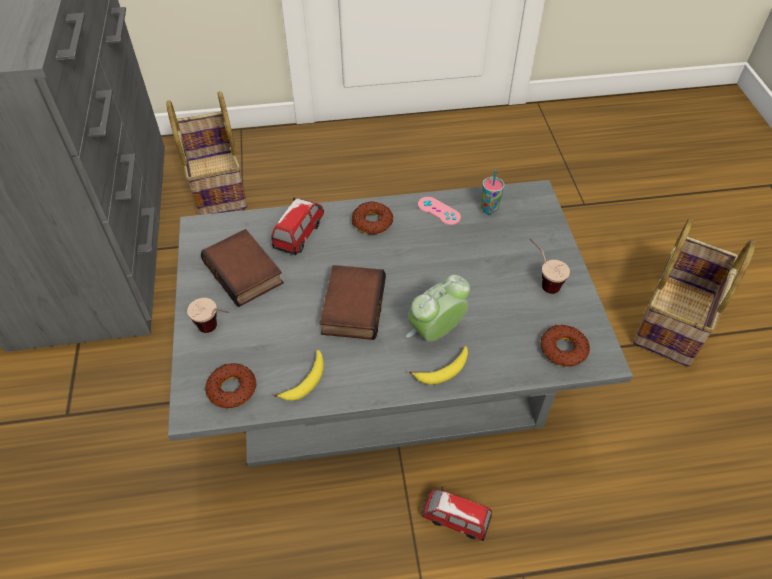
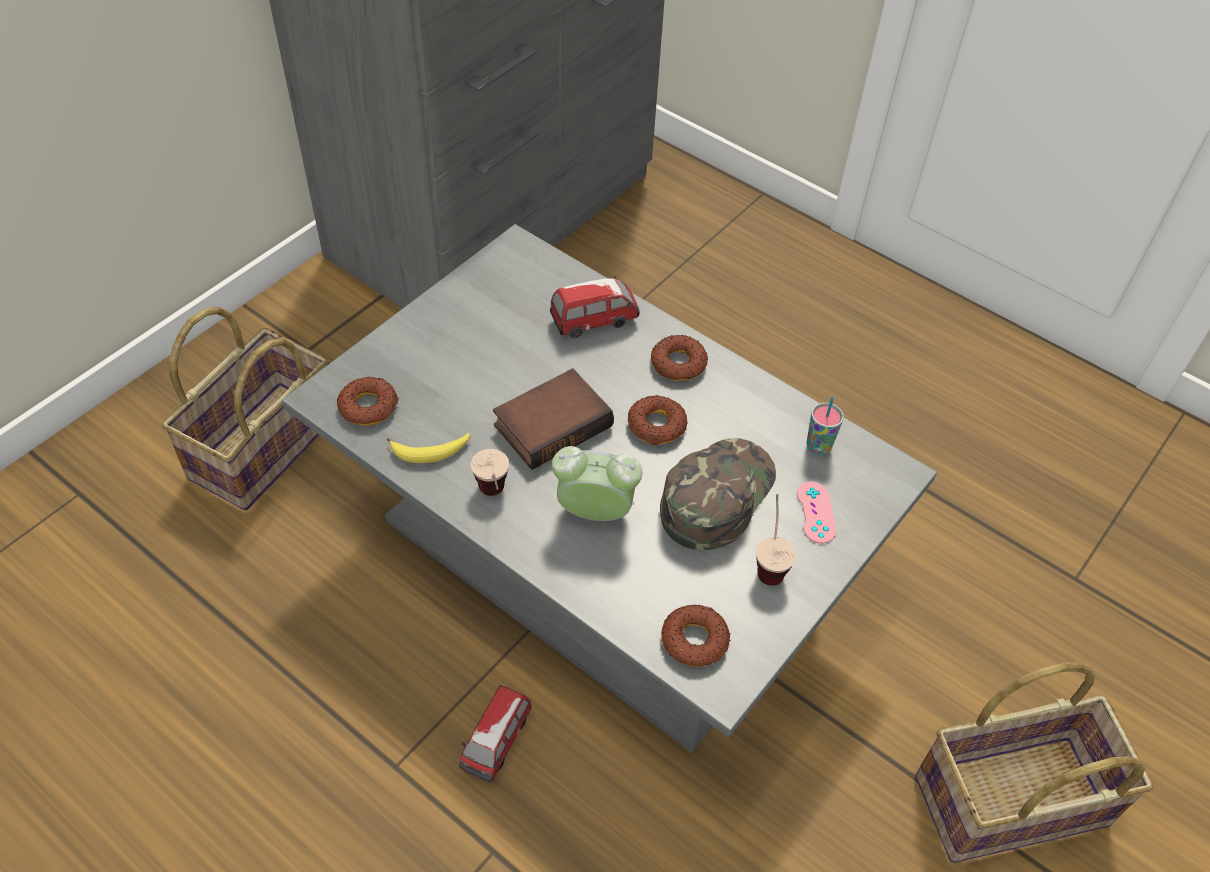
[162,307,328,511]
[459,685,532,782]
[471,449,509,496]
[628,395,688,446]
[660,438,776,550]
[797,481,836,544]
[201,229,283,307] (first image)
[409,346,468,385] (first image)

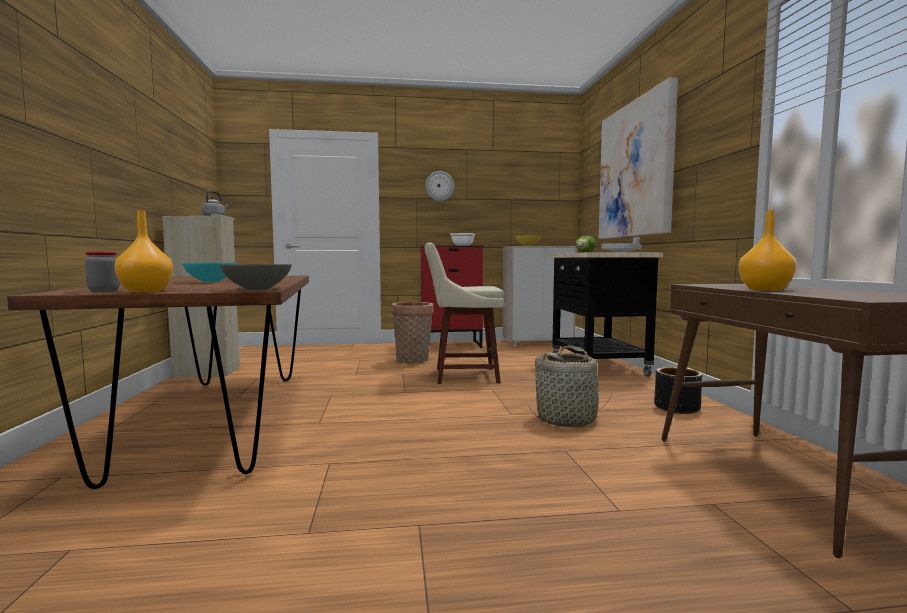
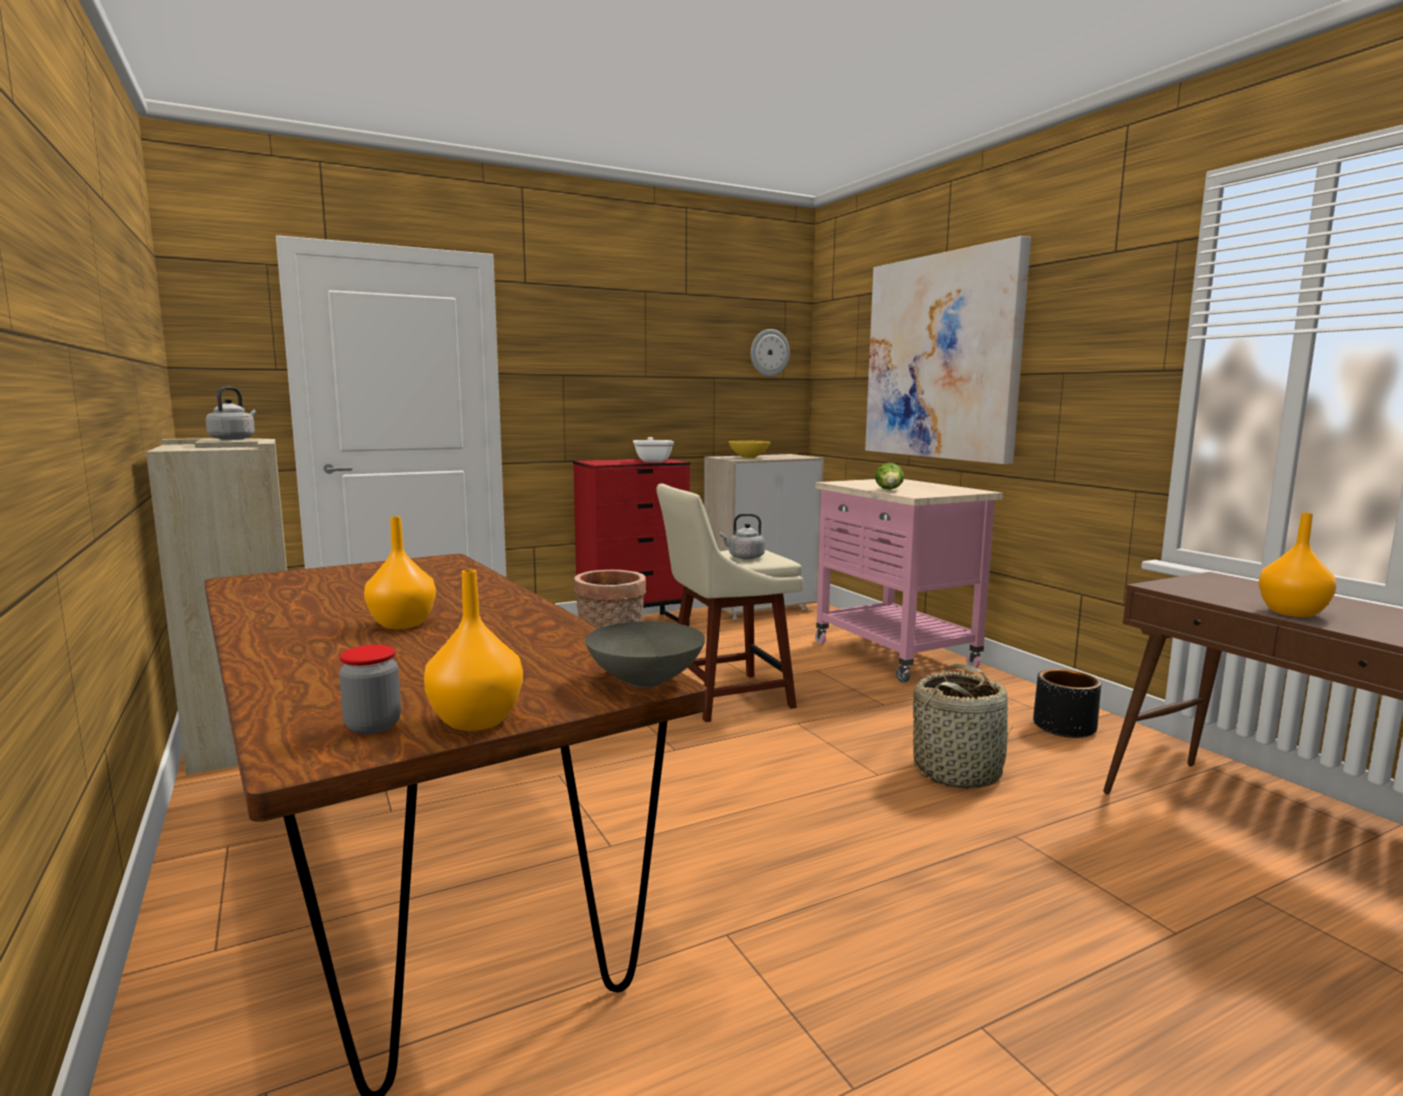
[364,517,436,629]
[720,513,765,559]
[751,329,790,376]
[815,479,1003,682]
[602,237,642,253] (first image)

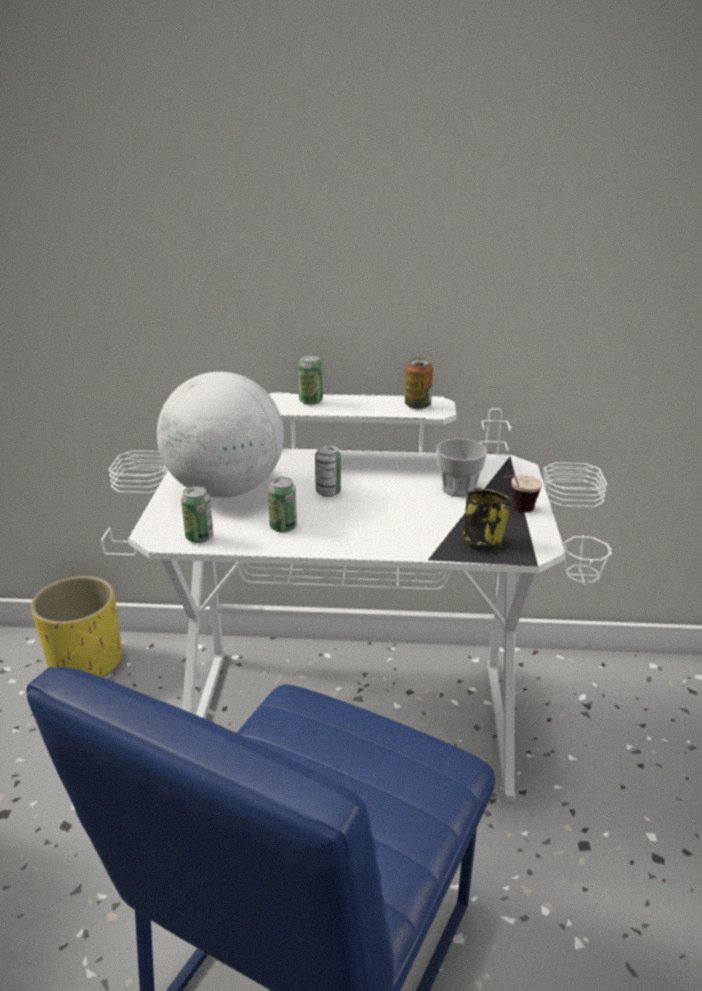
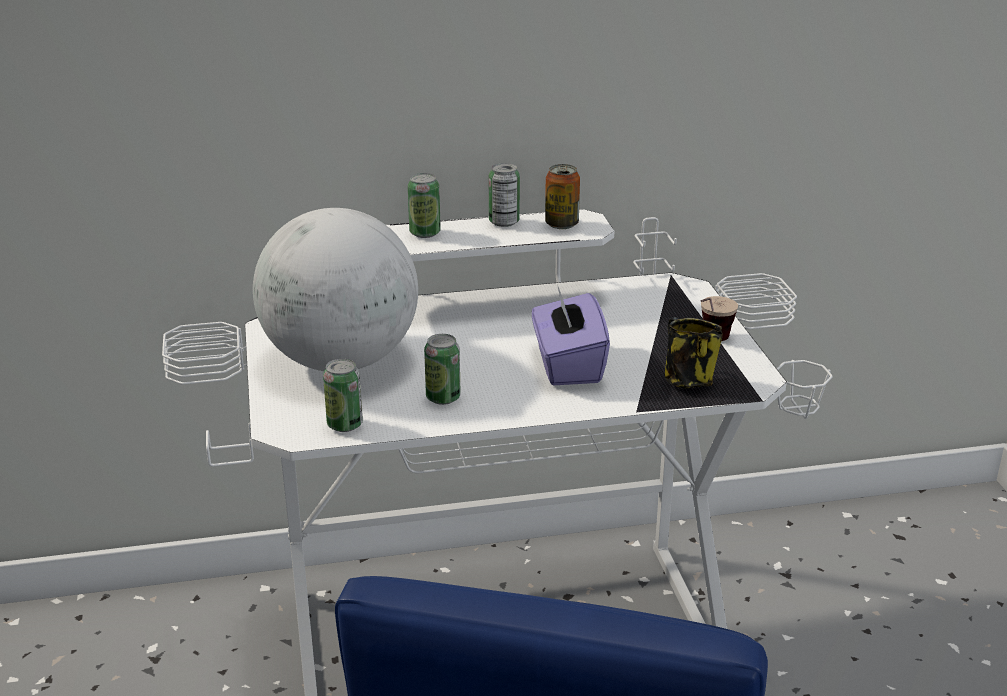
[489,163,520,227]
[532,284,610,386]
[31,576,122,677] (first image)
[436,439,487,497] (first image)

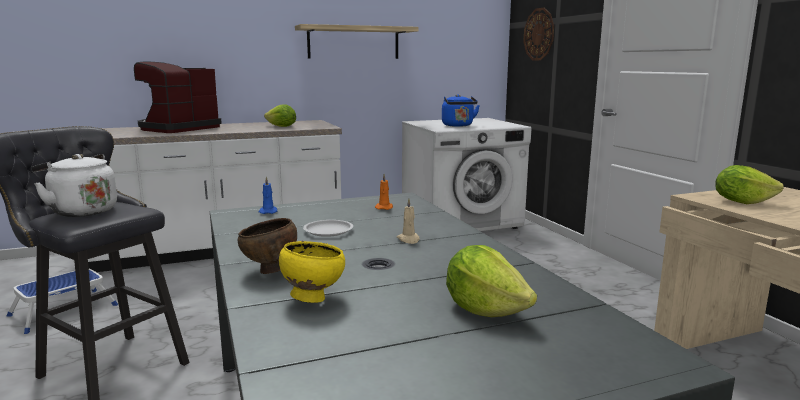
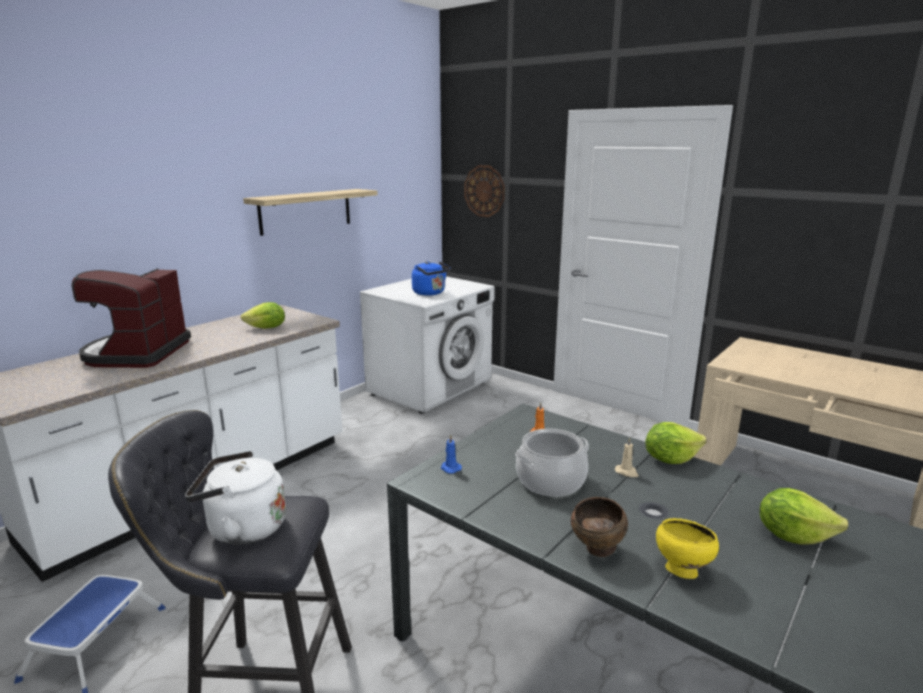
[515,428,589,497]
[645,422,706,464]

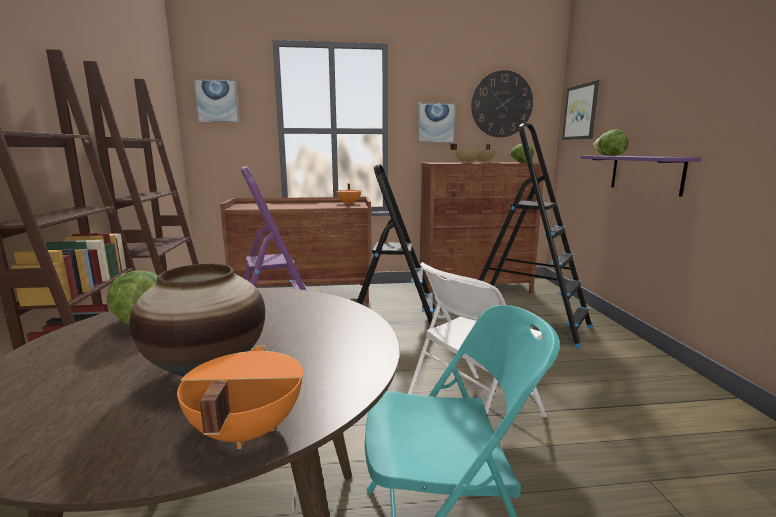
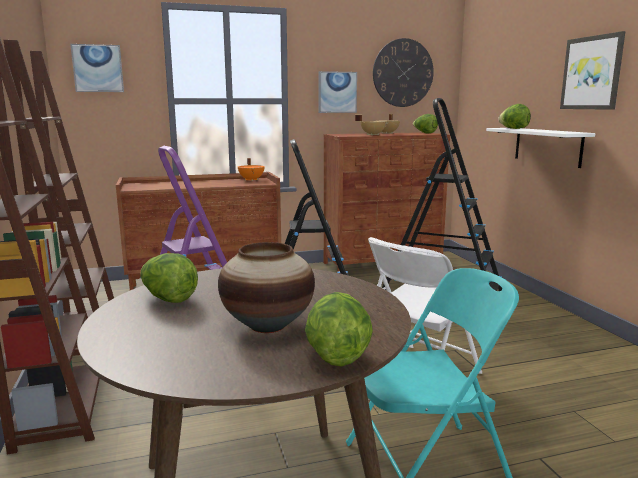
[305,292,373,366]
[486,128,596,168]
[560,31,626,110]

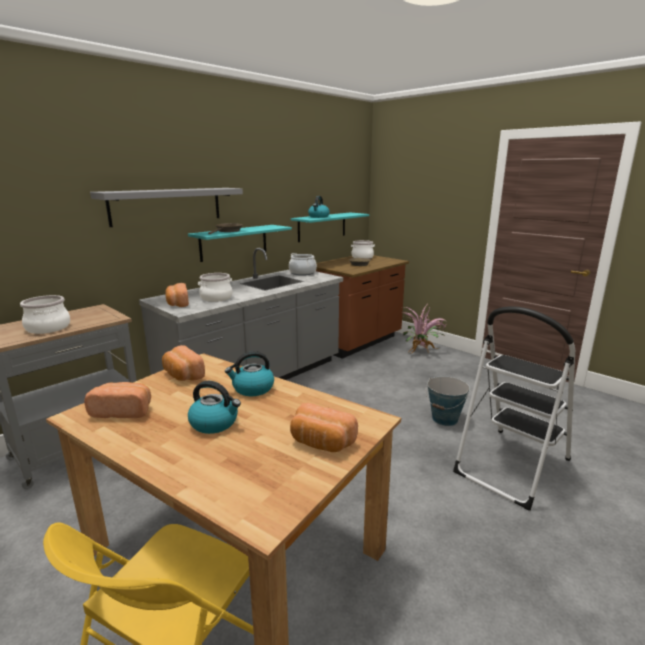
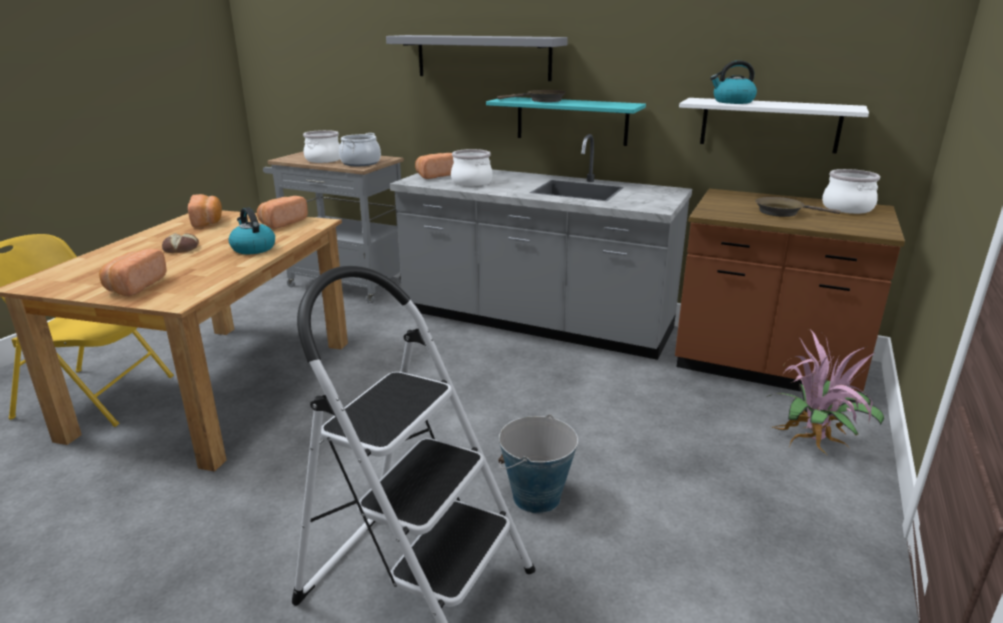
[162,233,199,253]
[339,133,381,166]
[679,98,869,154]

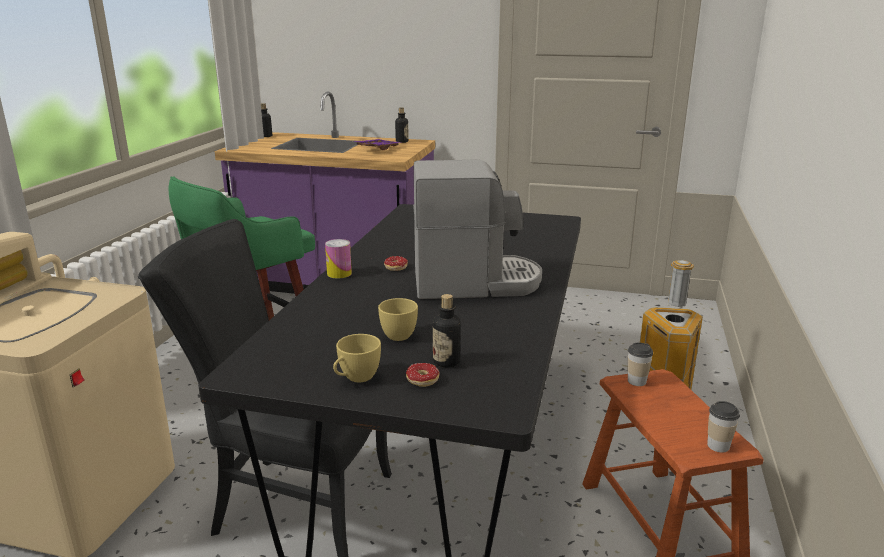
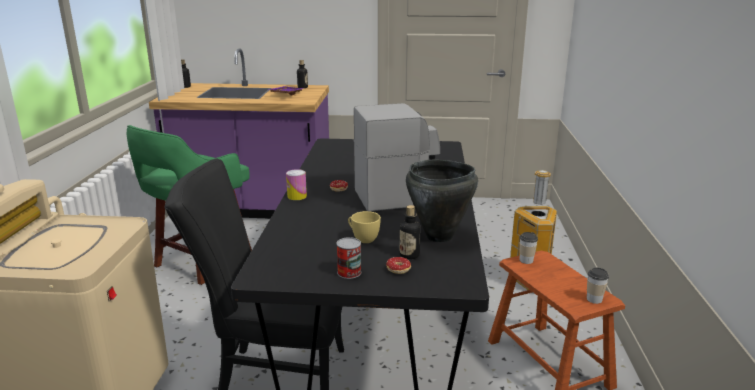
[337,237,361,279]
[406,160,478,242]

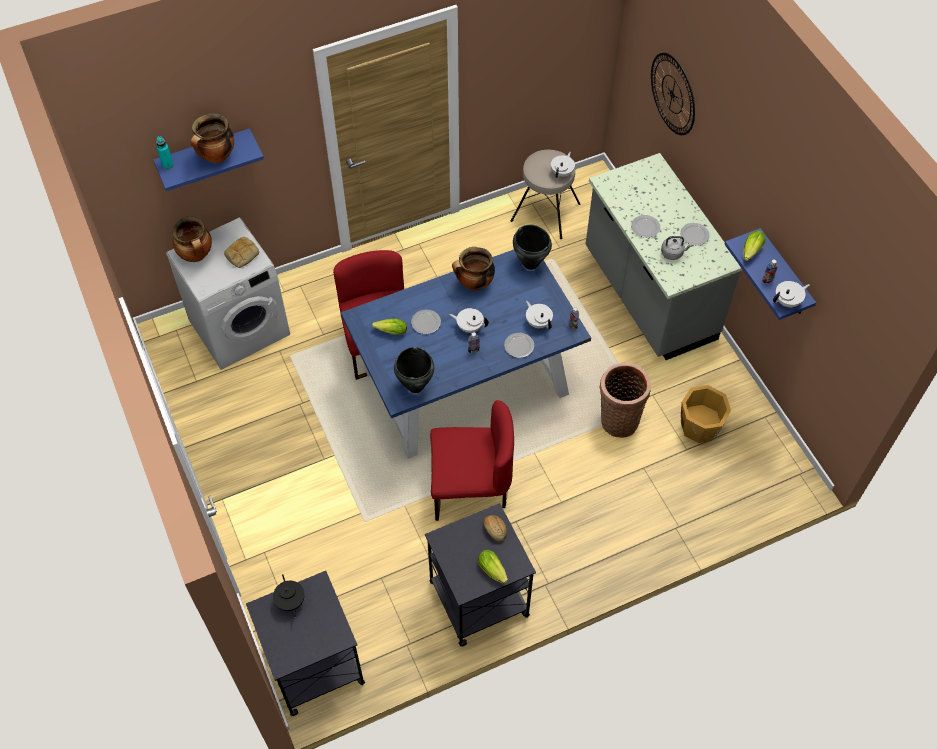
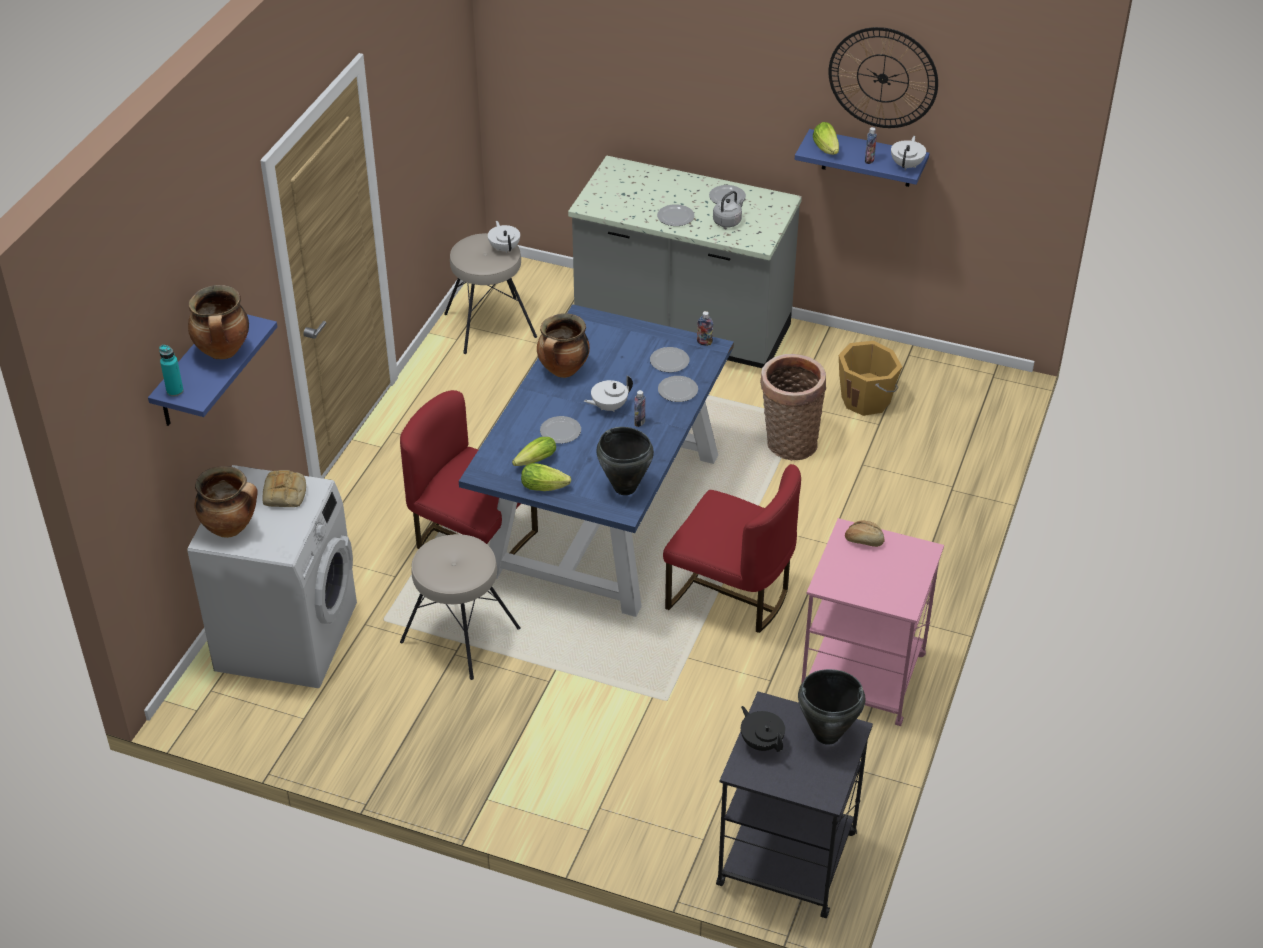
[400,534,521,680]
[521,463,571,491]
[650,347,689,372]
[663,464,801,633]
[741,706,785,752]
[798,669,865,745]
[801,518,944,726]
[829,27,938,128]

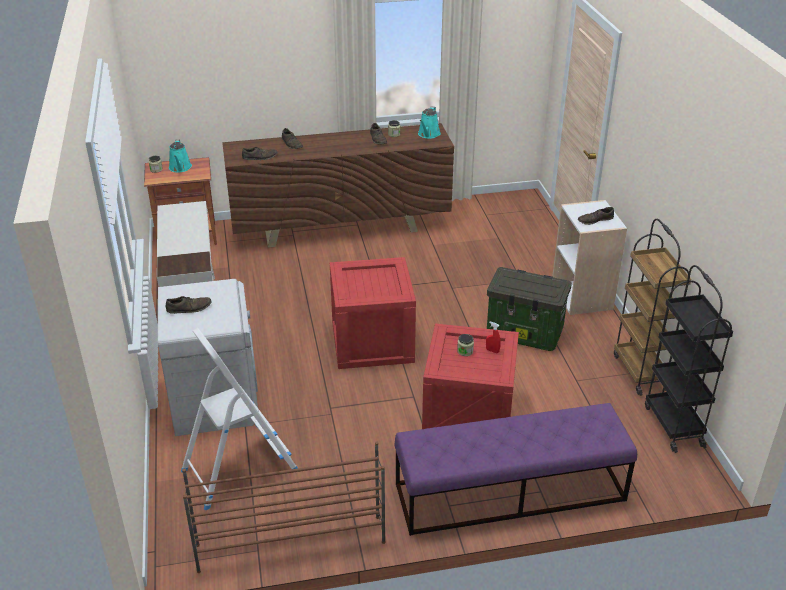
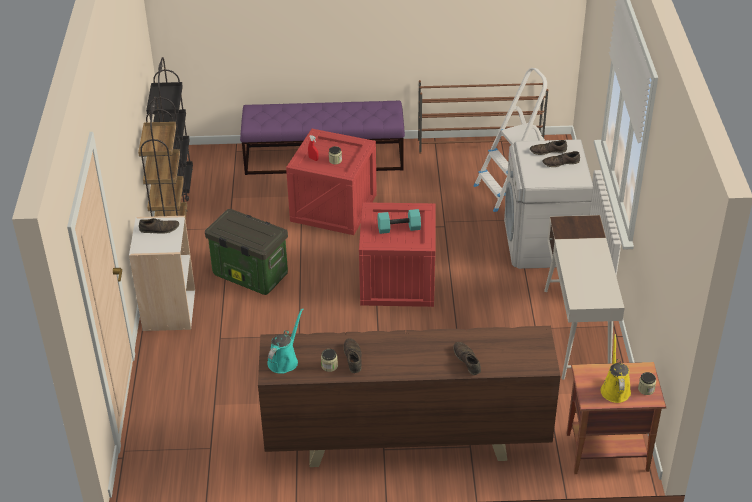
[377,209,421,234]
[530,140,567,155]
[601,334,631,403]

